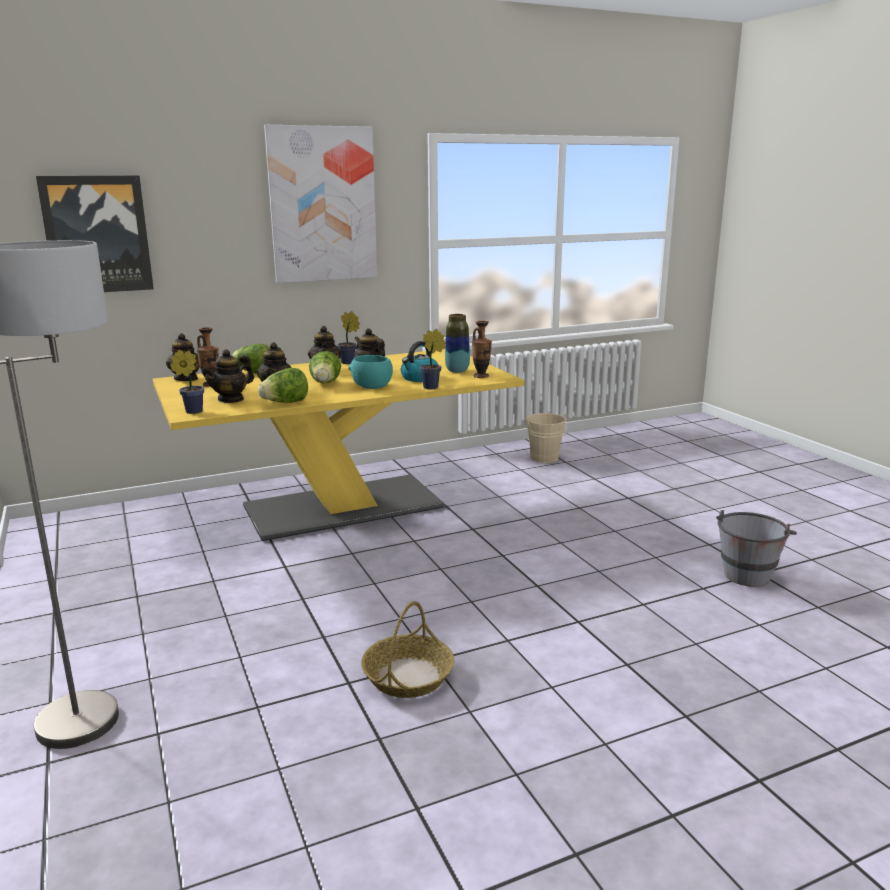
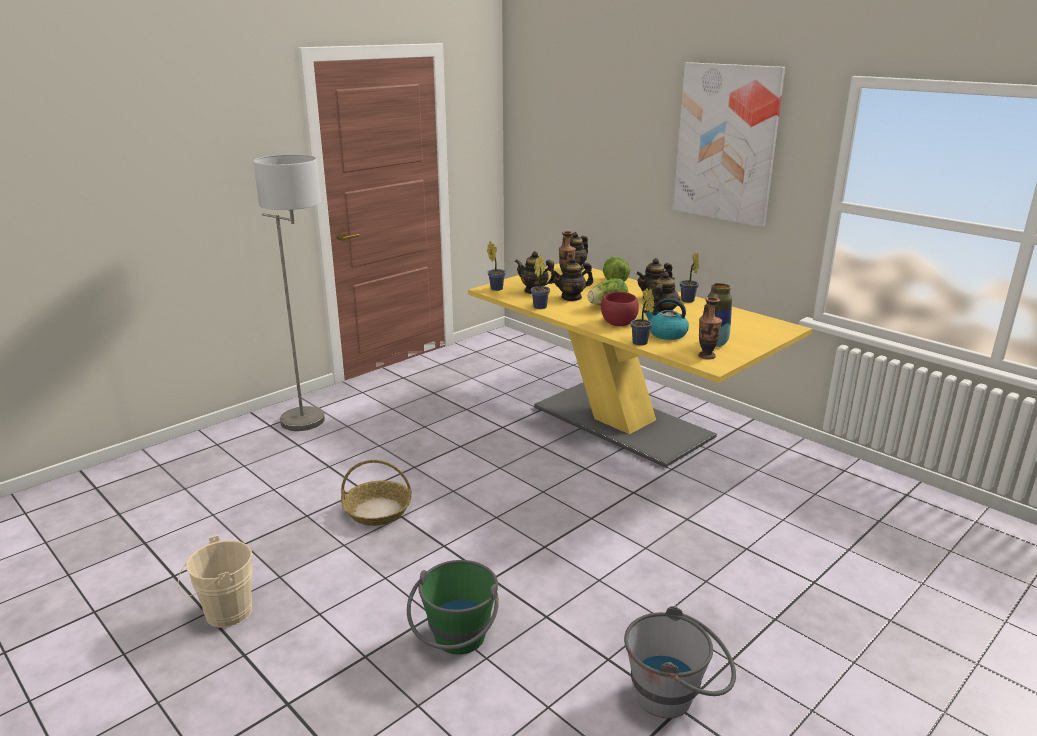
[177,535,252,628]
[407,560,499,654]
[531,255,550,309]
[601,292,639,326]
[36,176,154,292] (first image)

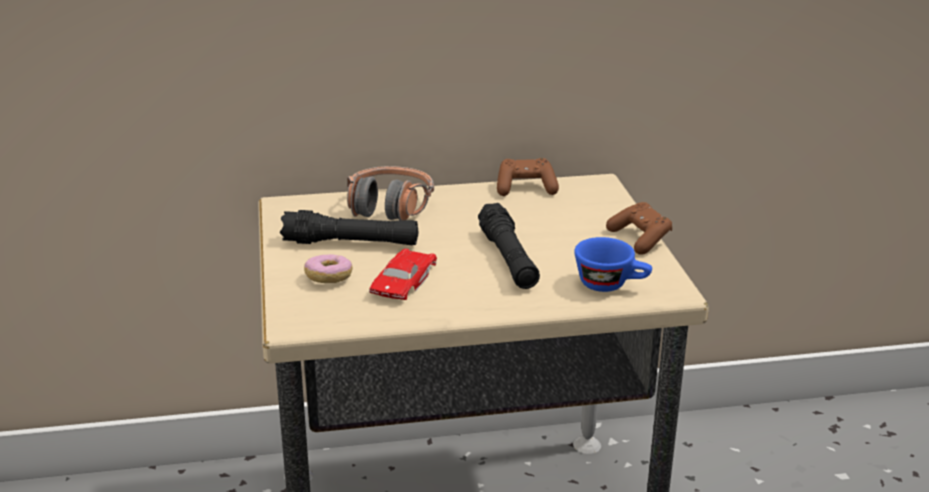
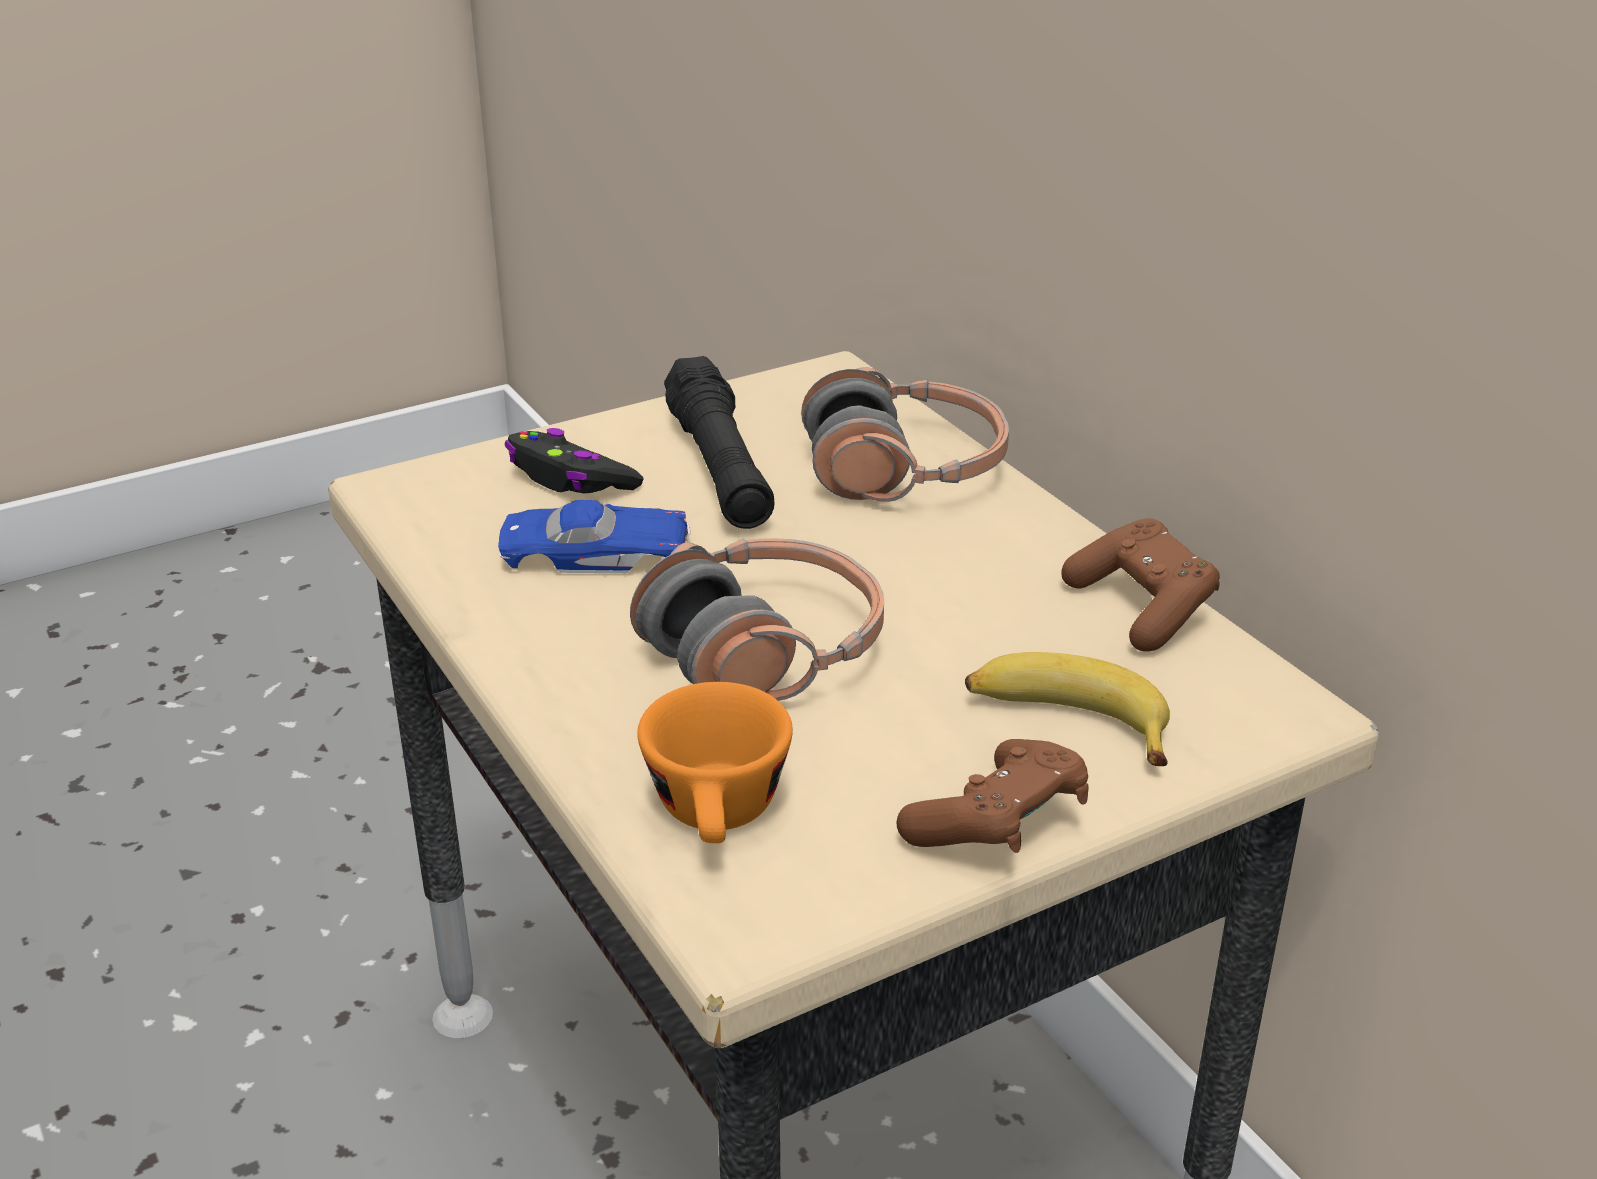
[498,500,691,573]
[504,428,644,493]
[630,538,884,701]
[638,682,793,843]
[965,652,1170,766]

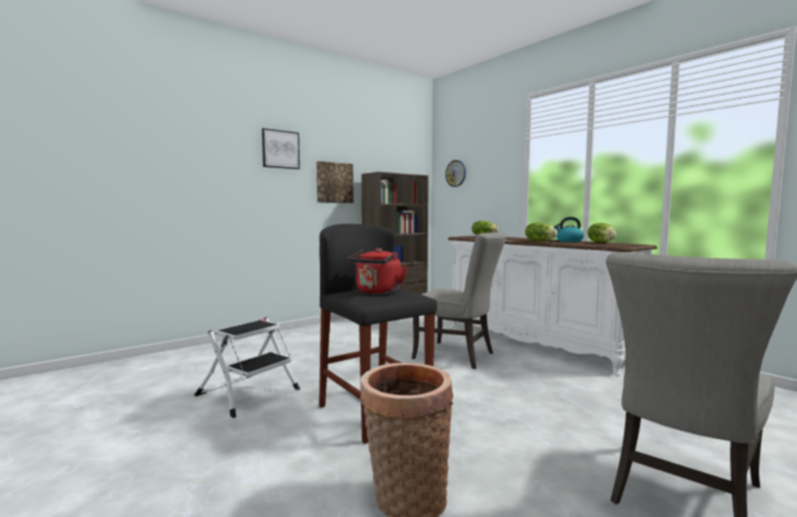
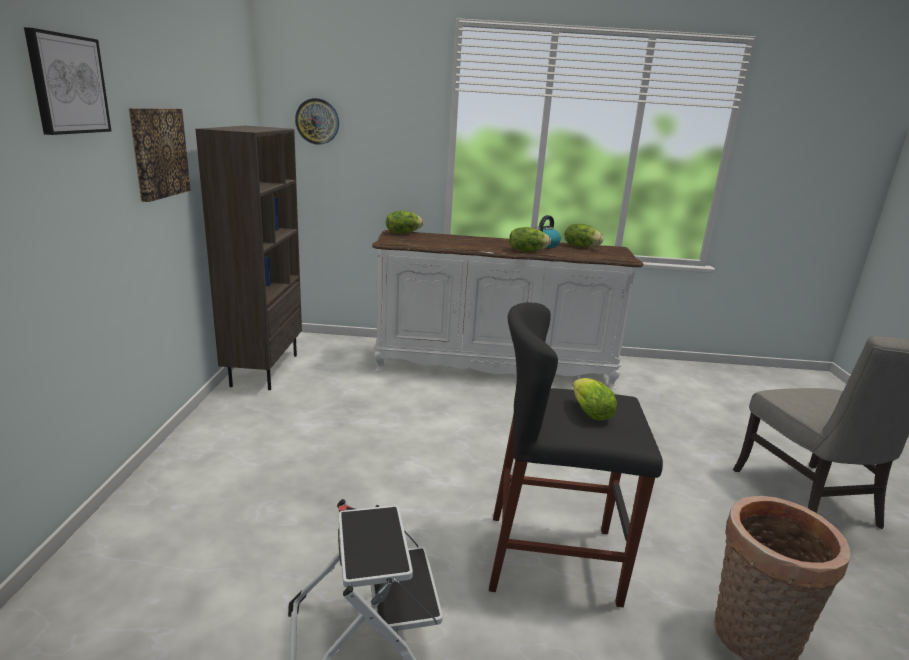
[573,378,617,420]
[412,231,507,369] (first image)

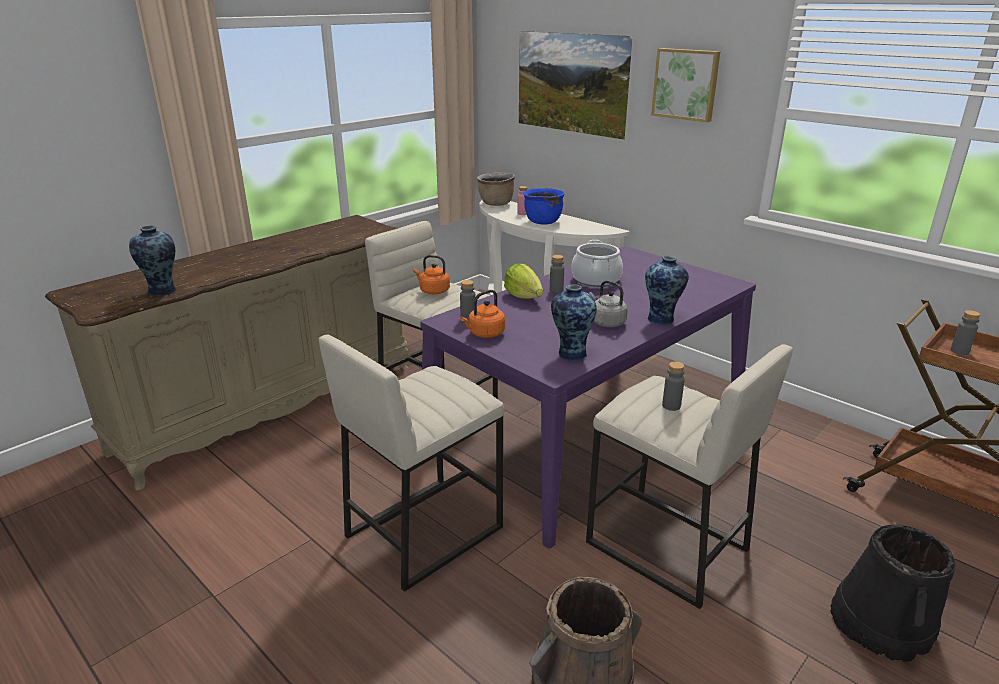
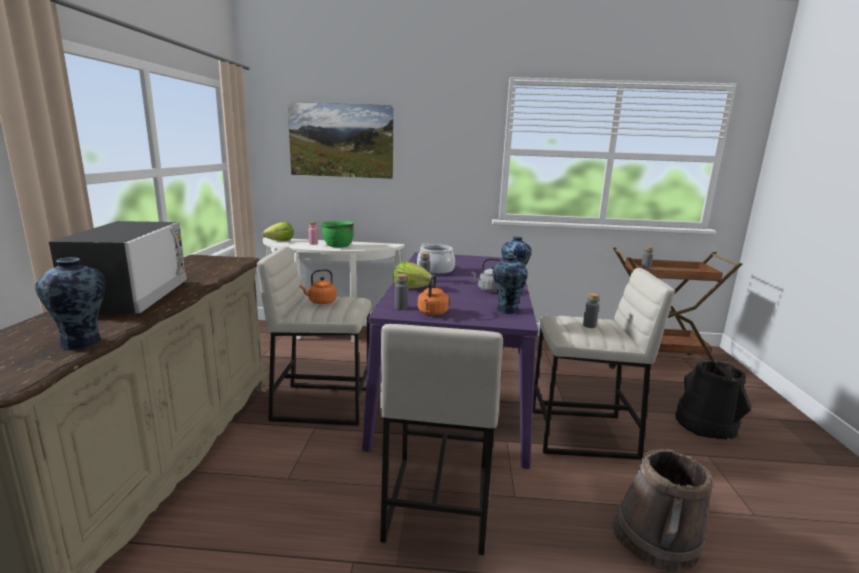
[49,221,187,314]
[263,222,293,241]
[321,221,354,248]
[651,48,721,122] (first image)

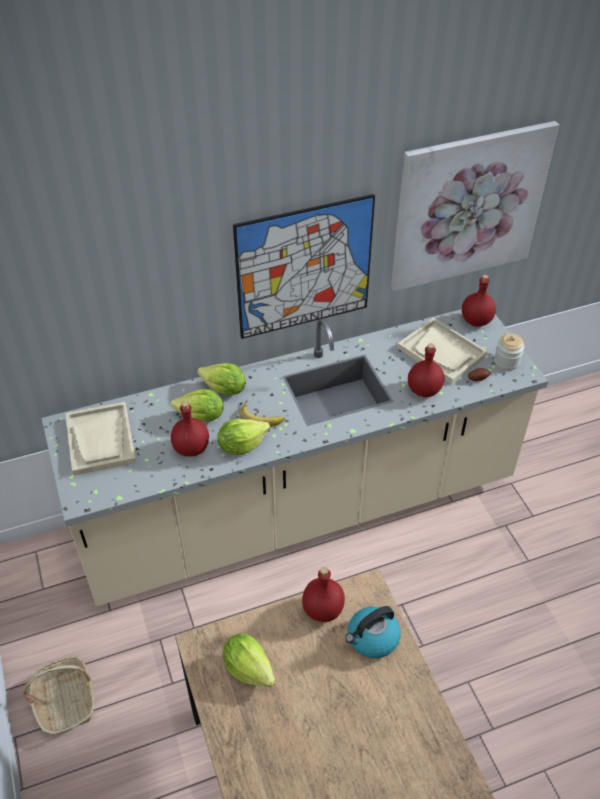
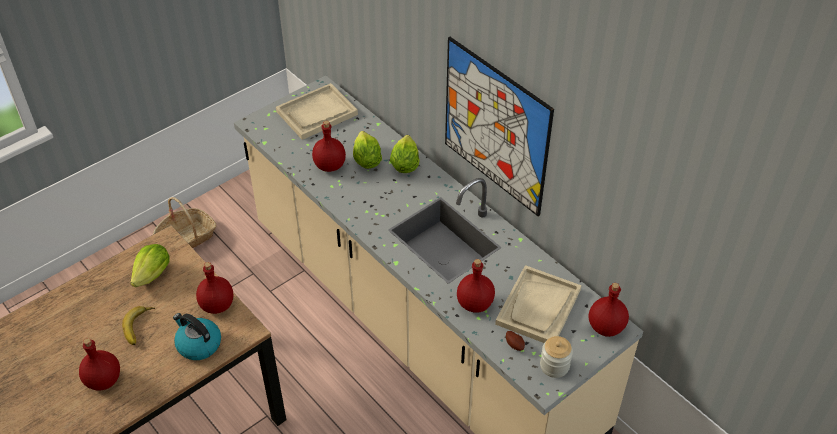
[79,338,120,390]
[122,306,155,345]
[217,419,270,455] (first image)
[391,121,559,291] (first image)

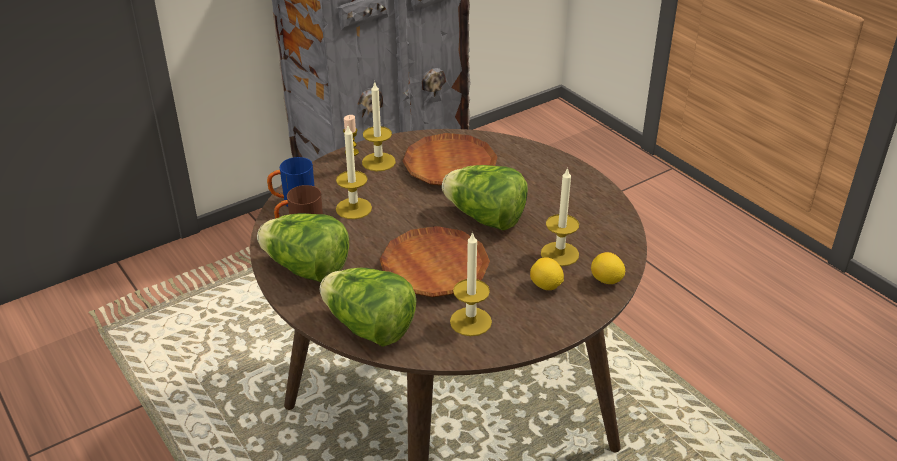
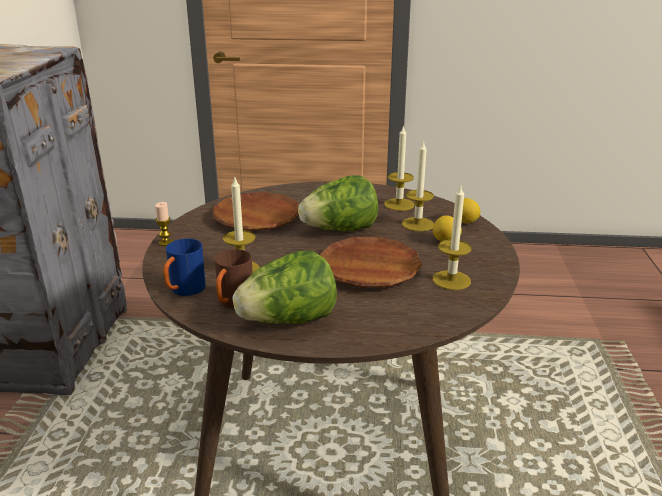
[384,125,414,211]
[320,268,416,347] (first image)

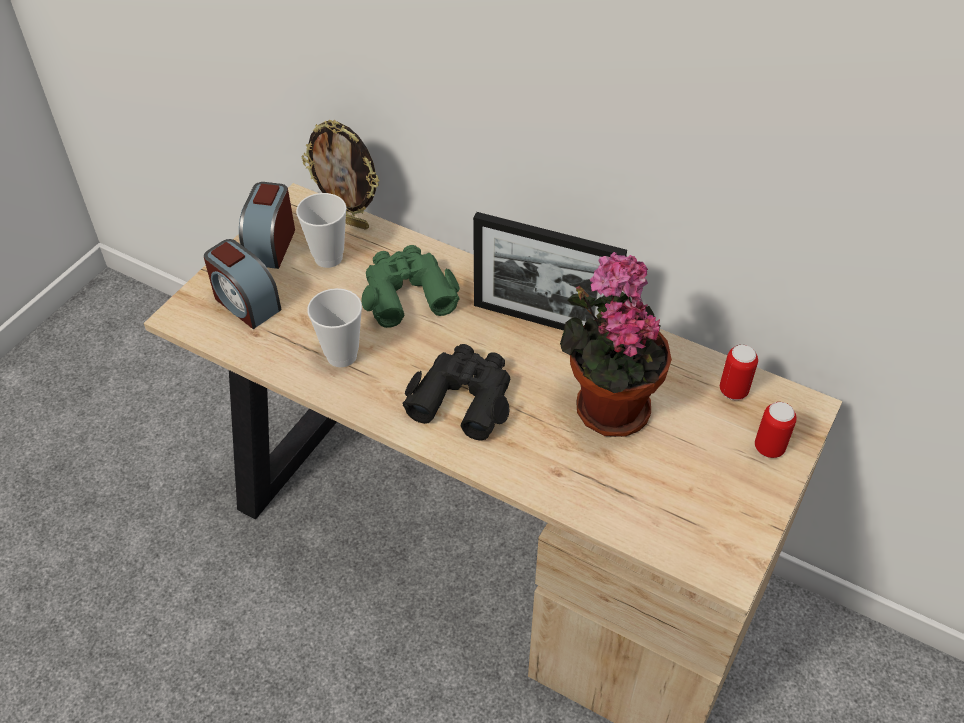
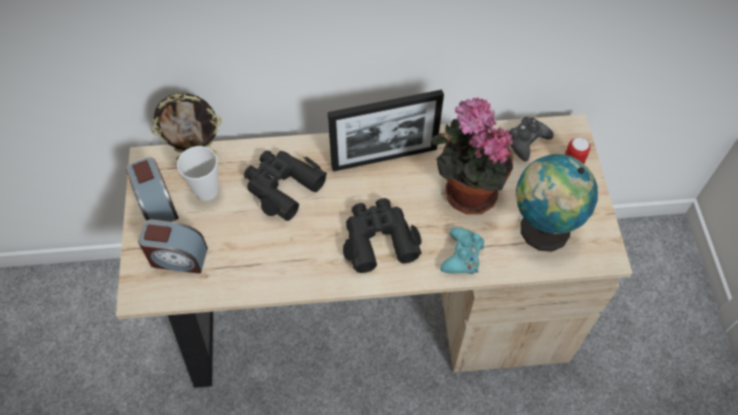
[243,151,327,221]
[440,227,484,274]
[508,117,554,161]
[516,154,598,251]
[307,288,362,367] (first image)

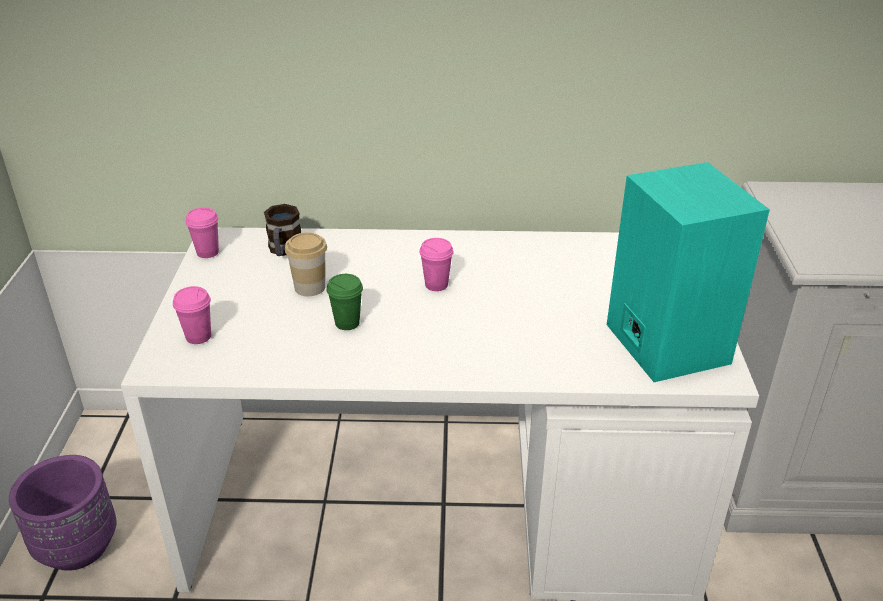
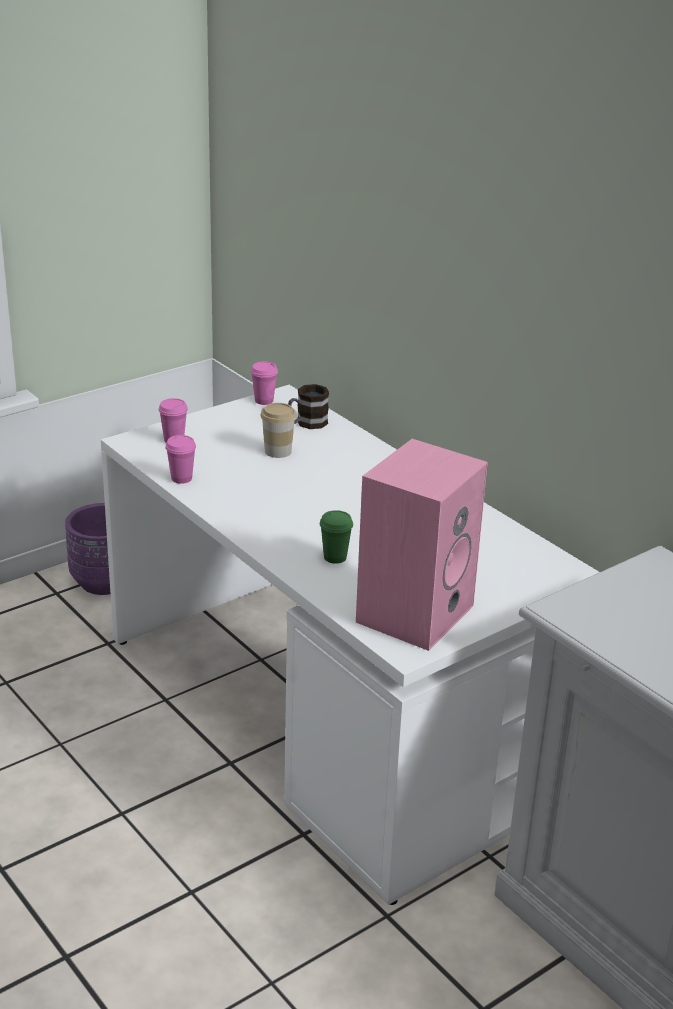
[165,435,196,484]
[320,510,353,564]
[356,439,488,651]

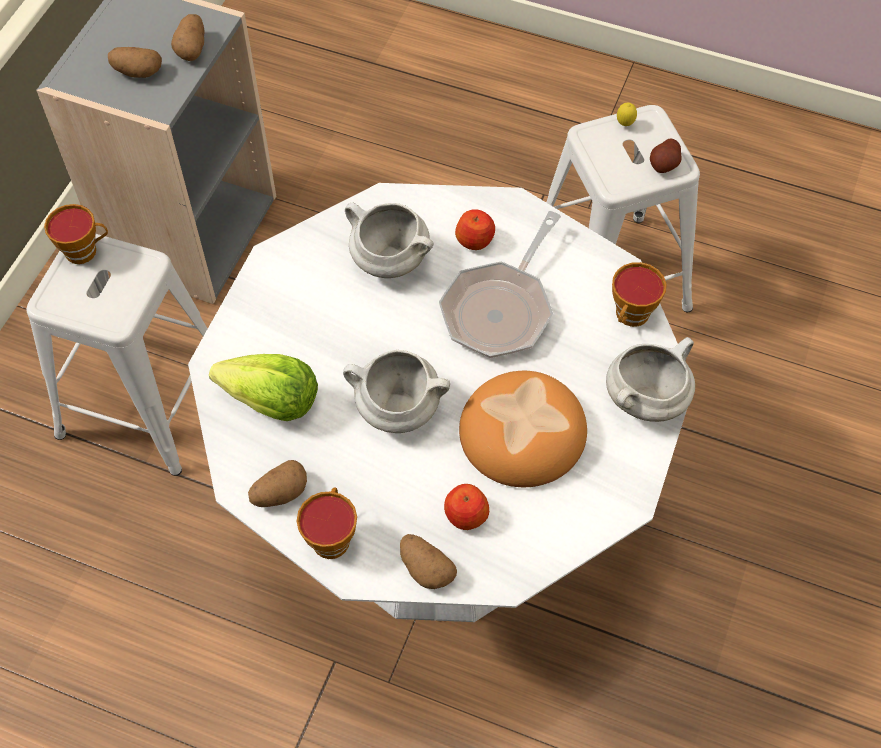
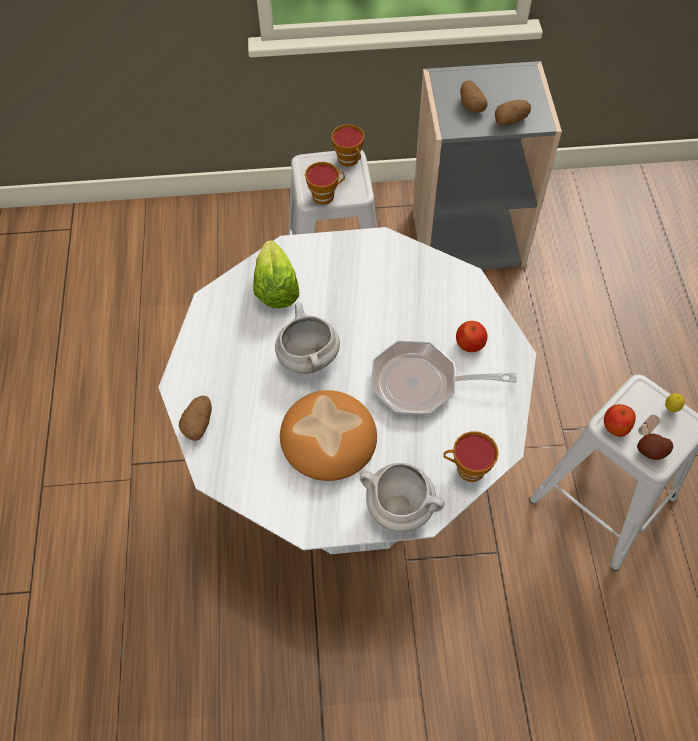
[305,162,345,205]
[604,404,636,437]
[248,460,307,507] (first image)
[345,202,434,278] (first image)

